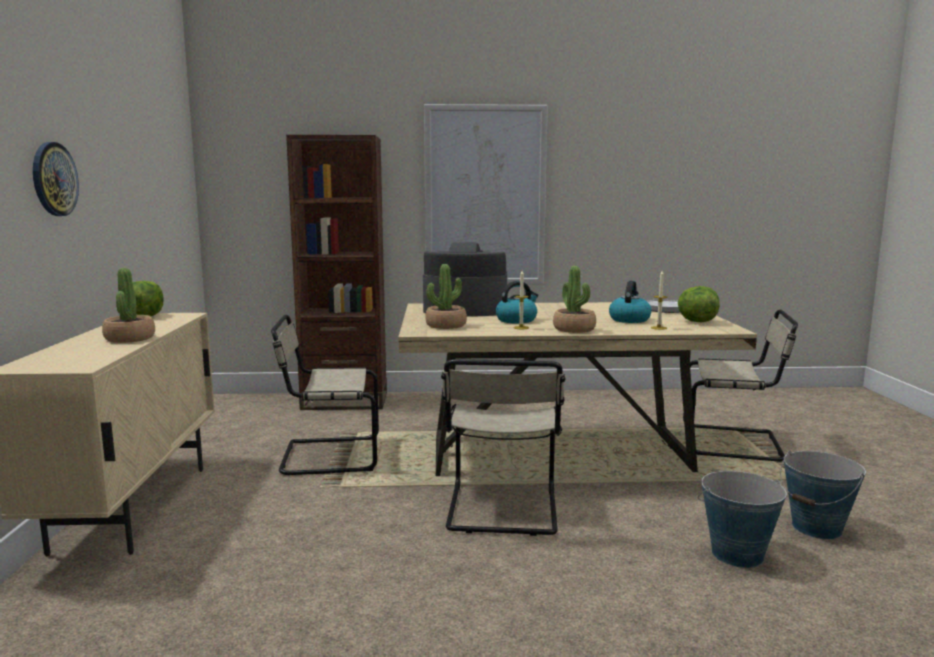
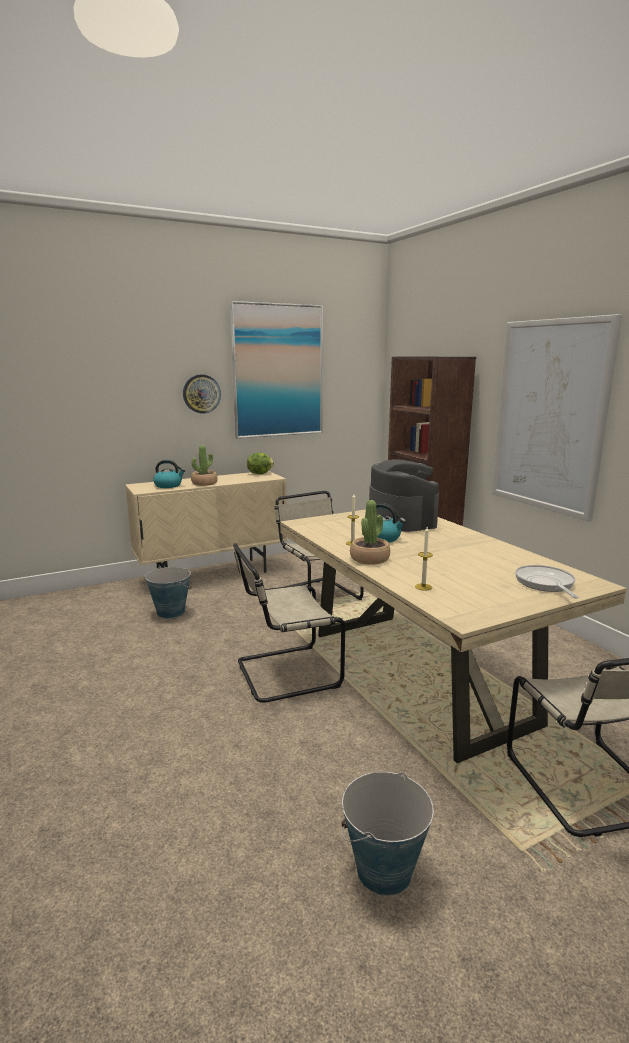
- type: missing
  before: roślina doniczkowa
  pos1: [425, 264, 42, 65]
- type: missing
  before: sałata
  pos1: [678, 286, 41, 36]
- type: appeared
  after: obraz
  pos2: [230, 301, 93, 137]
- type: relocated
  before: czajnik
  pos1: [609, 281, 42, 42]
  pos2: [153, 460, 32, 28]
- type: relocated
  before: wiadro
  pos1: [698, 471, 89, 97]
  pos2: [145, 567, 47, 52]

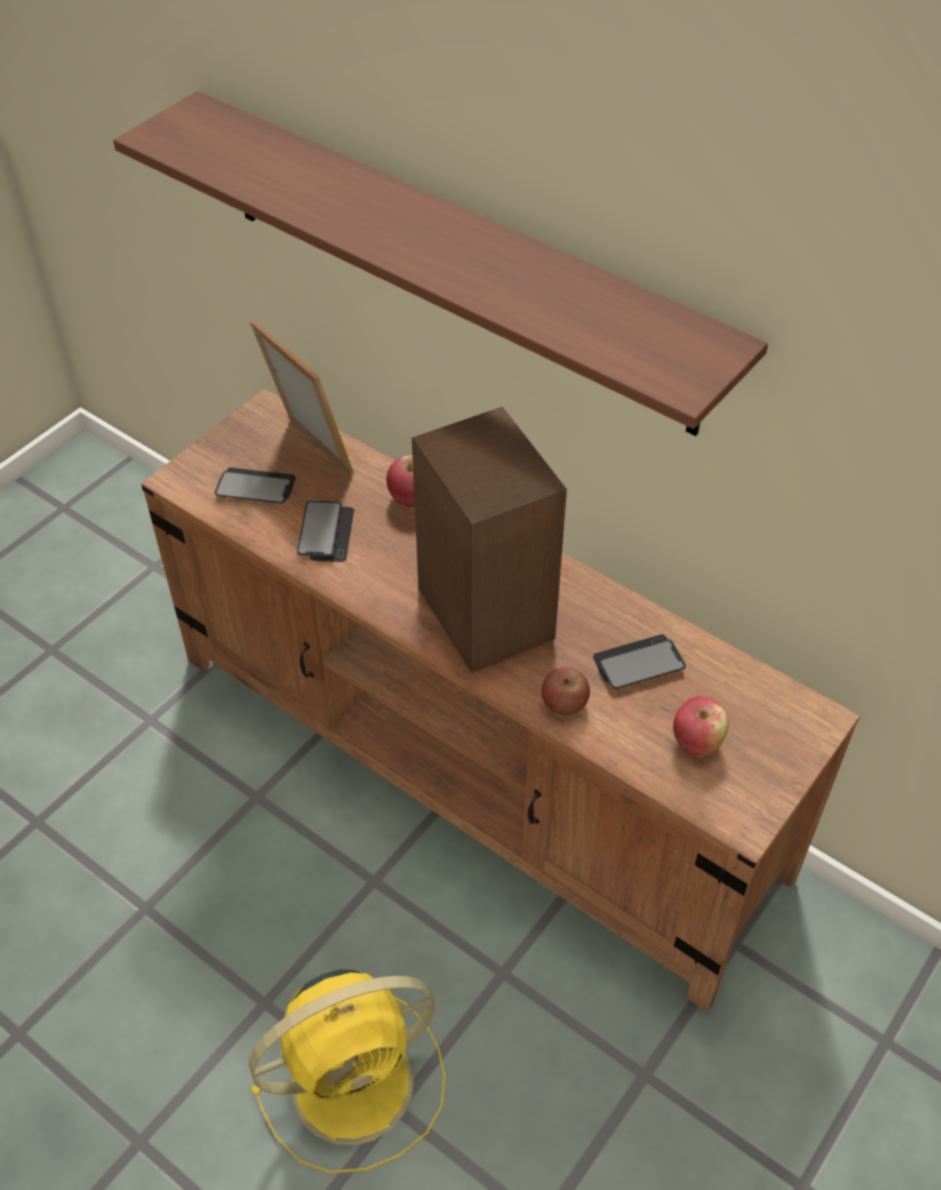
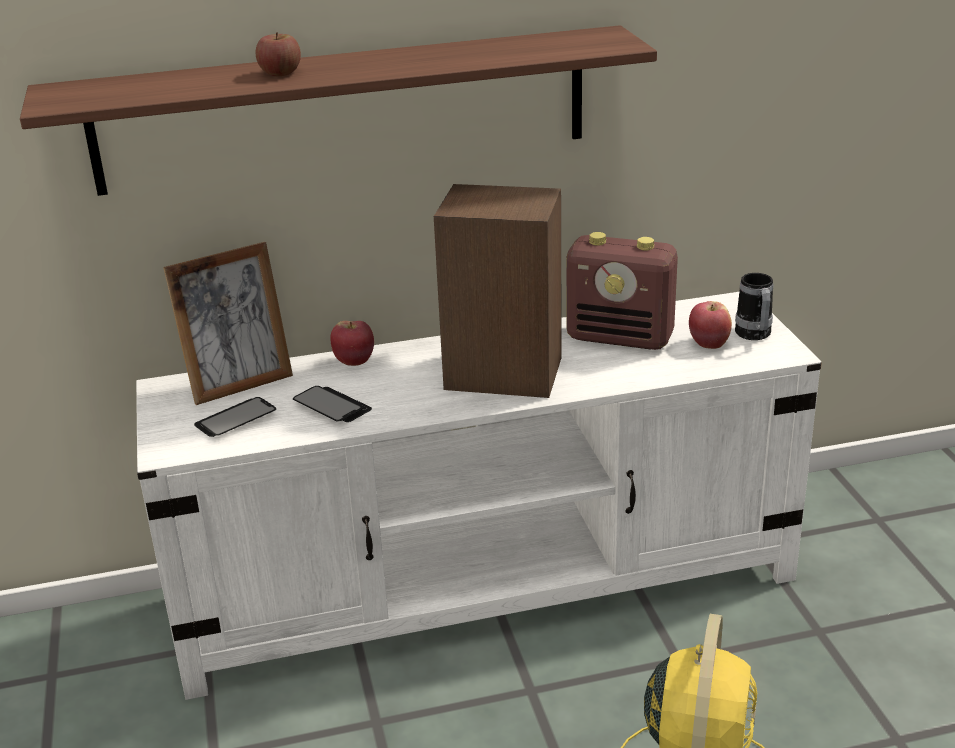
- type: appeared
  after: kubek
  pos2: [735, 273, 38, 67]
- type: relocated
  before: jabłko
  pos1: [541, 667, 49, 48]
  pos2: [256, 32, 45, 44]
- type: exchanged
  before: telefon
  after: radio
  pos1: [593, 634, 93, 55]
  pos2: [566, 232, 112, 118]
- type: colour
  before: szafka pod telewizor [brązowy]
  after: szafka pod telewizor [biały]
  pos1: [141, 389, 719, 623]
  pos2: [136, 292, 686, 408]
- type: spun
  before: ramka na zdjęcie
  pos1: [250, 319, 104, 156]
  pos2: [163, 242, 130, 163]
  turn: 150

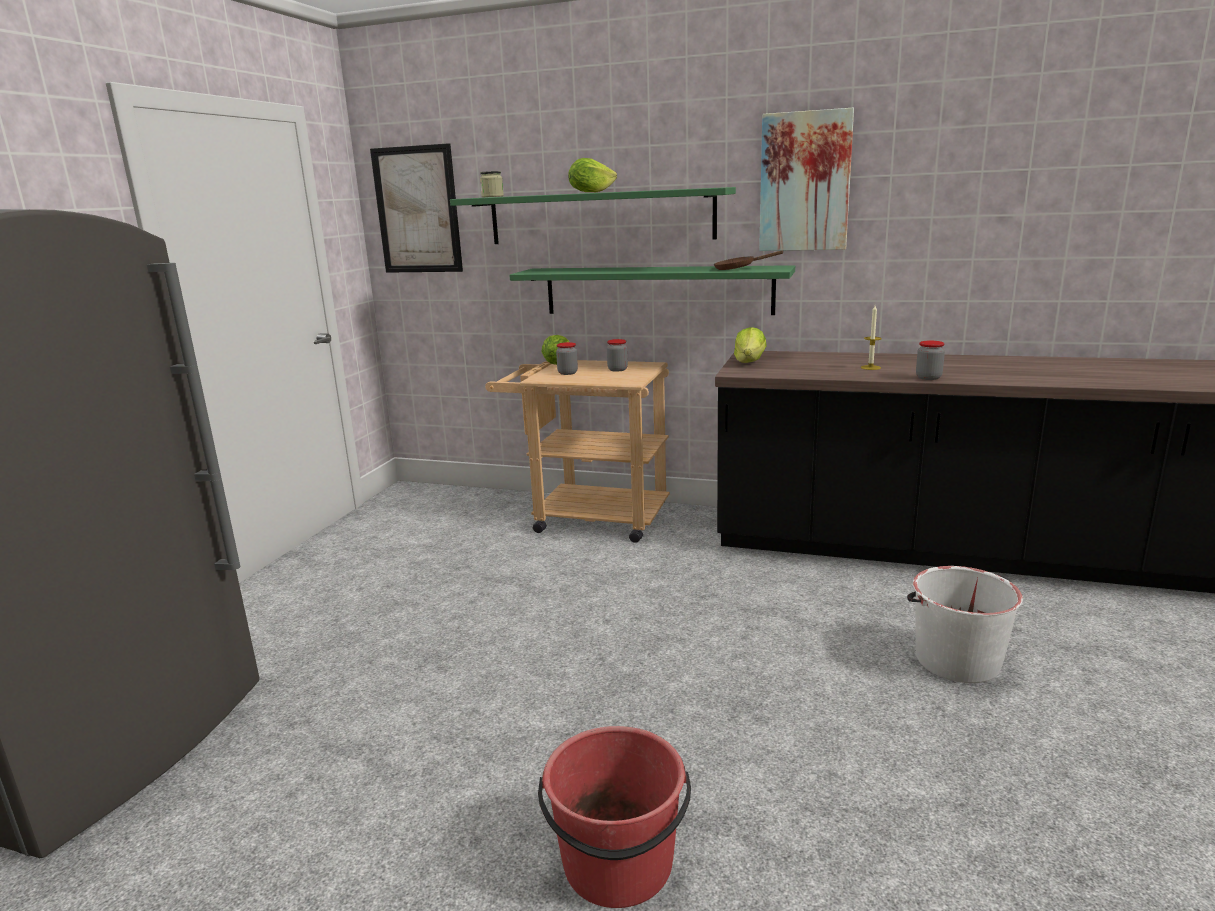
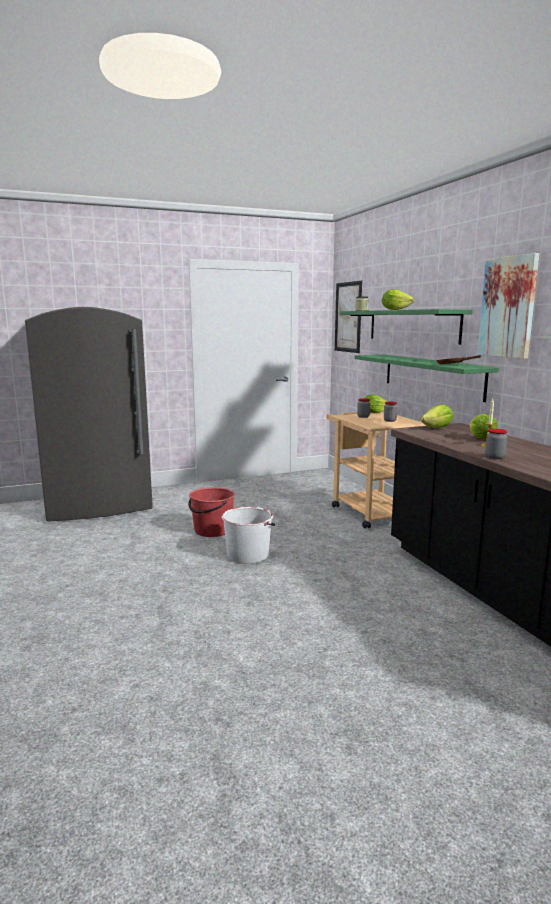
- type: appeared
  after: sałata
  pos2: [470, 414, 28, 26]
- type: relocated
  before: wiadro [czerwony]
  pos1: [538, 726, 153, 182]
  pos2: [188, 487, 47, 50]
- type: relocated
  before: wiadro [biały]
  pos1: [907, 566, 116, 117]
  pos2: [222, 507, 53, 57]

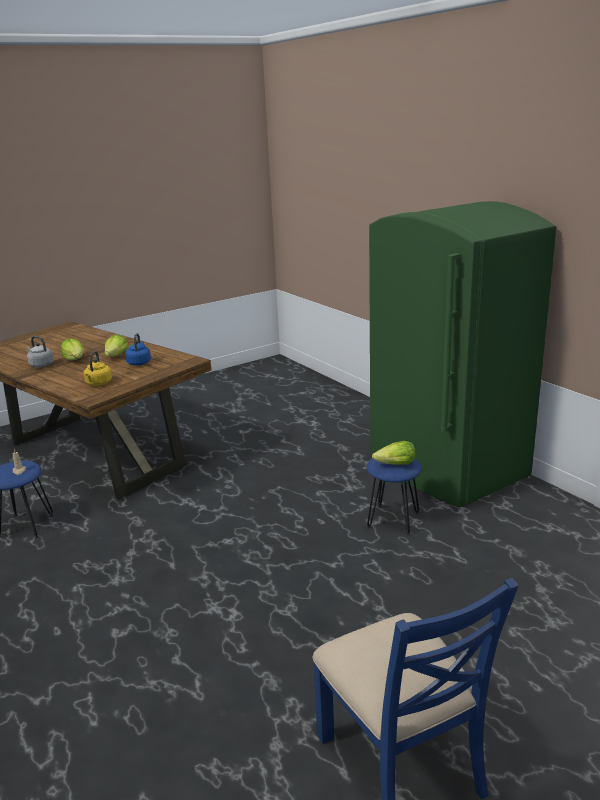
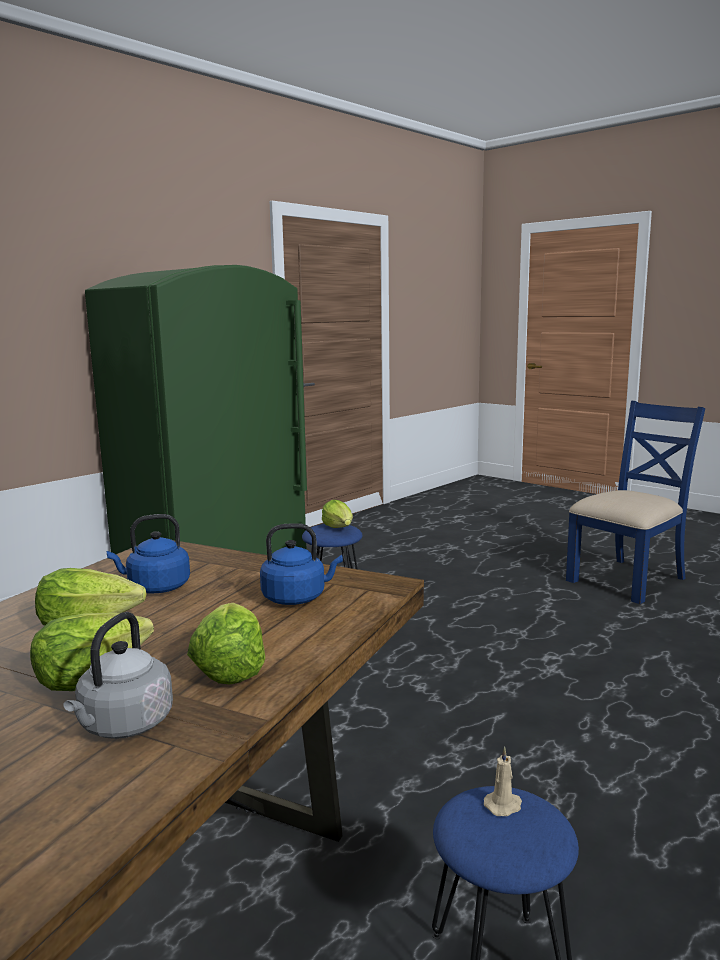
- type: appeared
  after: sałata
  pos2: [187, 603, 78, 81]
- type: colour
  before: czajnik [żółty]
  after: czajnik [niebieski]
  pos1: [84, 351, 28, 35]
  pos2: [260, 523, 83, 82]

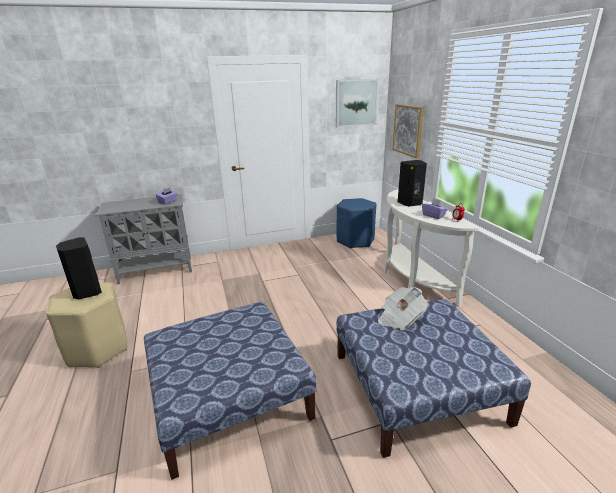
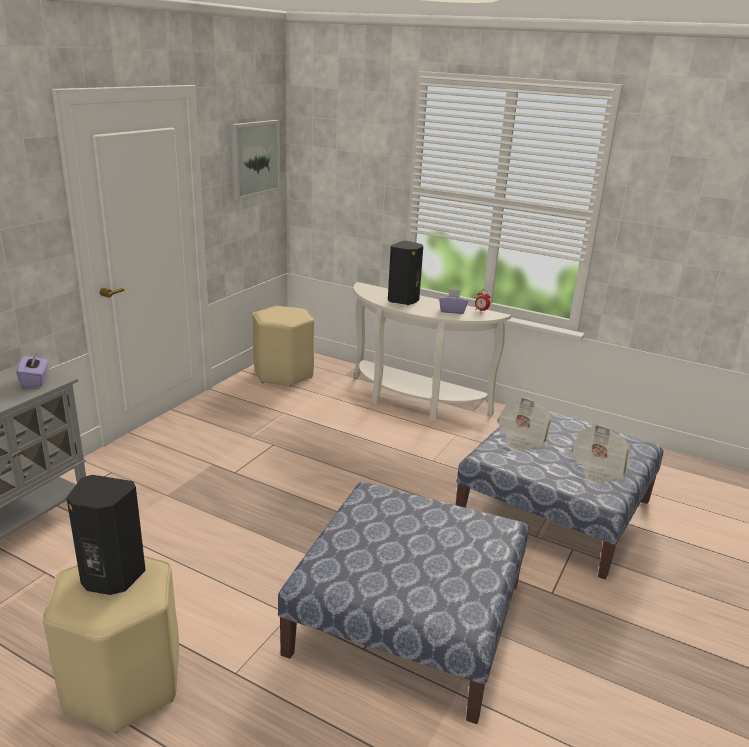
- type: missing
  before: obraz
  pos1: [393, 104, 31, 54]
- type: appeared
  after: gazeta
  pos2: [571, 424, 60, 60]
- type: colour
  before: stołek [niebieski]
  after: stołek [beżowy]
  pos1: [336, 198, 41, 51]
  pos2: [252, 306, 62, 81]

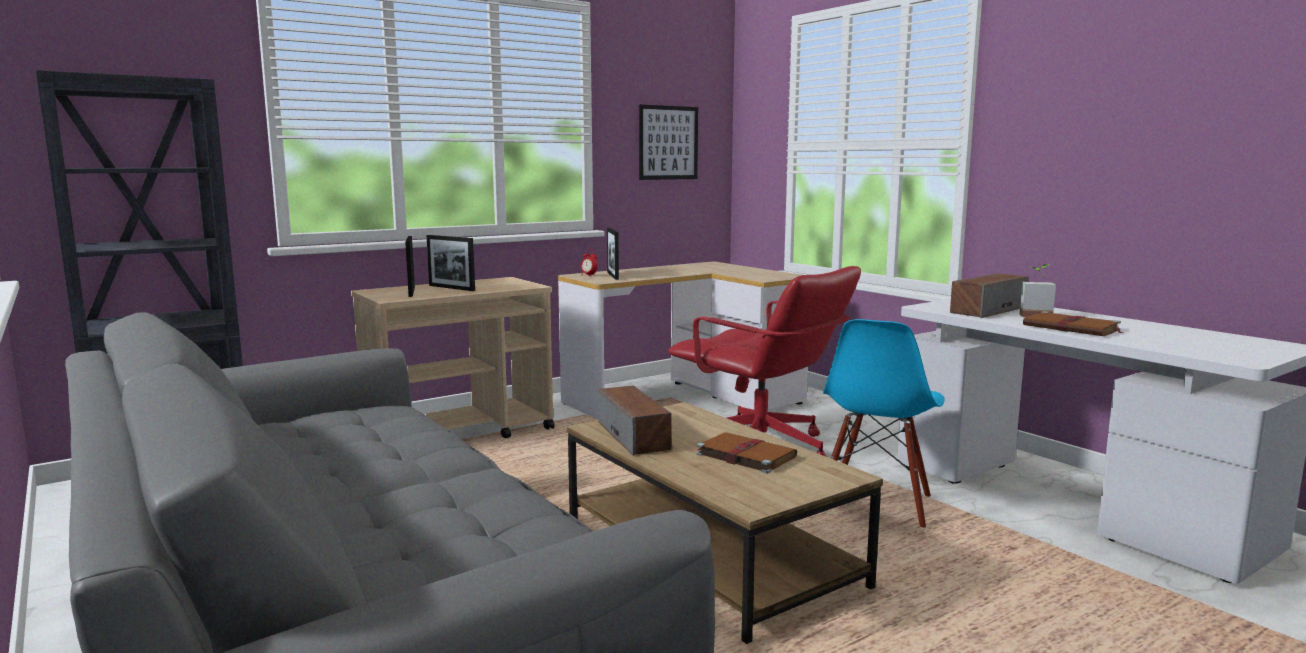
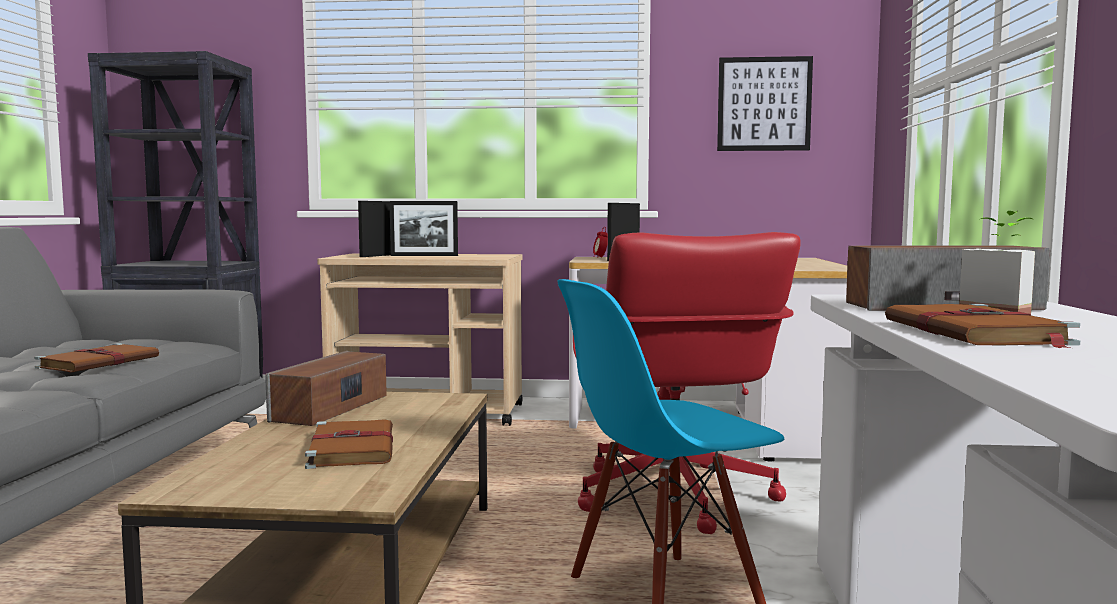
- type: appeared
  after: książka [brązowy]
  pos2: [34, 343, 125, 30]
- type: spun
  before: ramka na zdjęcie
  pos1: [427, 235, 48, 56]
  pos2: [389, 201, 69, 55]
  turn: -75

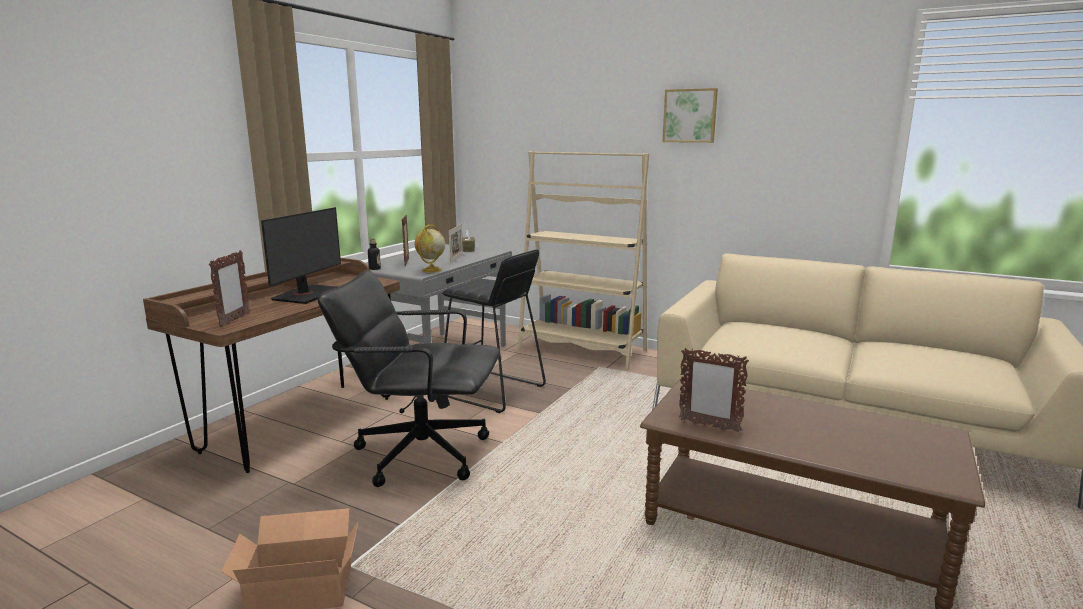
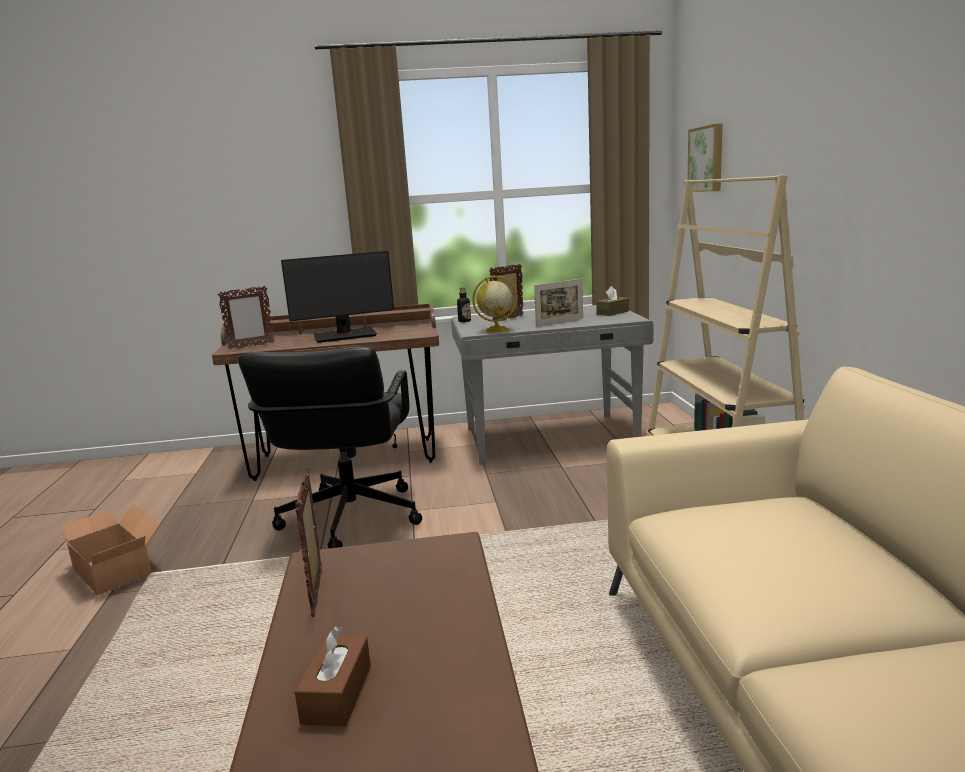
- type: missing
  before: stołek [czarny]
  pos1: [442, 249, 104, 164]
- type: appeared
  after: pudełko chusteczek [brązowy]
  pos2: [295, 626, 76, 100]
- type: relocated
  before: obraz
  pos1: [663, 88, 55, 55]
  pos2: [687, 123, 36, 69]
- type: spun
  before: krzesło biurowe [czarny]
  pos1: [317, 270, 183, 217]
  pos2: [238, 347, 184, 201]
  turn: -150

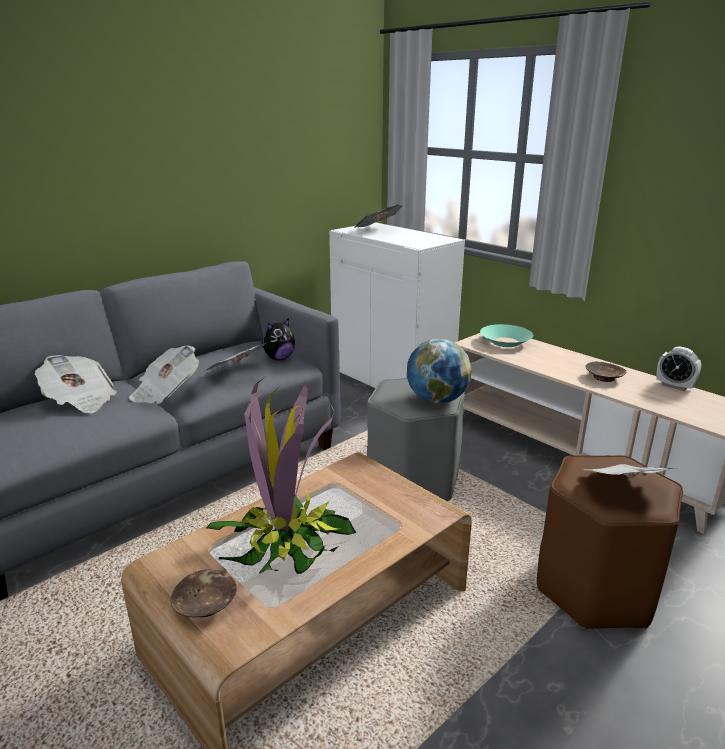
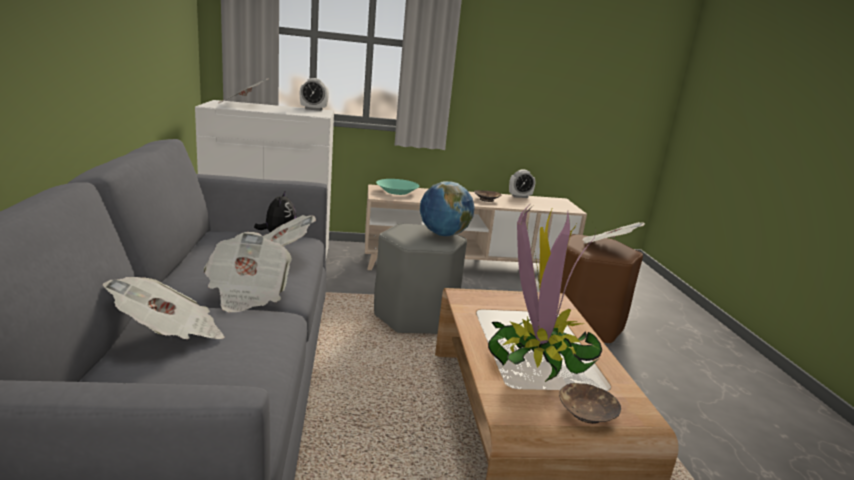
- type: appeared
  after: budzik
  pos2: [300, 78, 29, 33]

